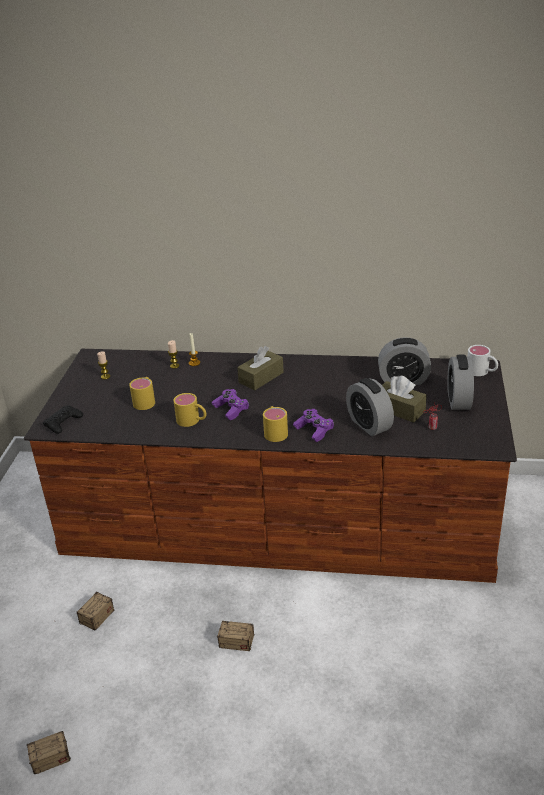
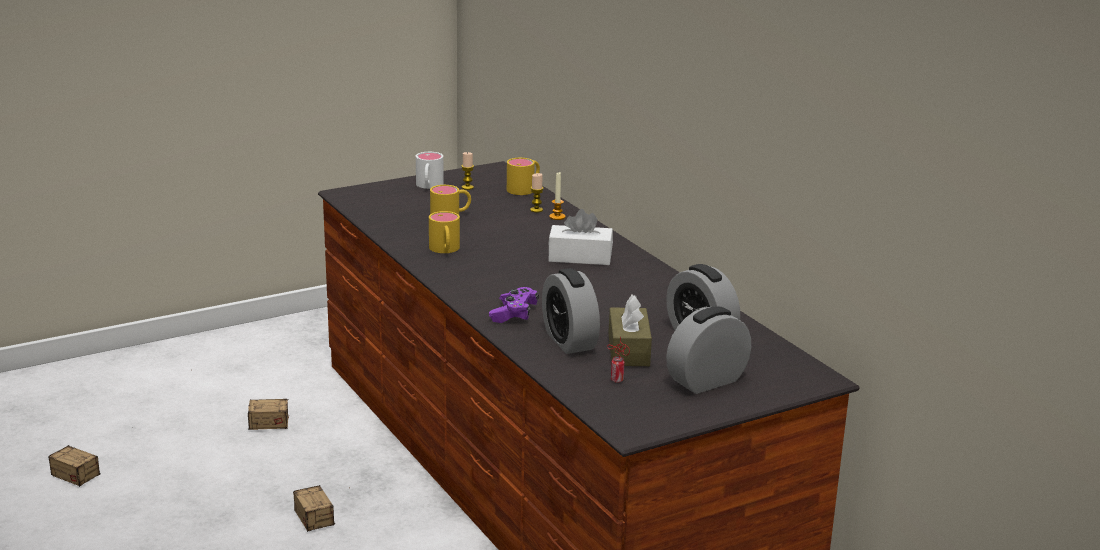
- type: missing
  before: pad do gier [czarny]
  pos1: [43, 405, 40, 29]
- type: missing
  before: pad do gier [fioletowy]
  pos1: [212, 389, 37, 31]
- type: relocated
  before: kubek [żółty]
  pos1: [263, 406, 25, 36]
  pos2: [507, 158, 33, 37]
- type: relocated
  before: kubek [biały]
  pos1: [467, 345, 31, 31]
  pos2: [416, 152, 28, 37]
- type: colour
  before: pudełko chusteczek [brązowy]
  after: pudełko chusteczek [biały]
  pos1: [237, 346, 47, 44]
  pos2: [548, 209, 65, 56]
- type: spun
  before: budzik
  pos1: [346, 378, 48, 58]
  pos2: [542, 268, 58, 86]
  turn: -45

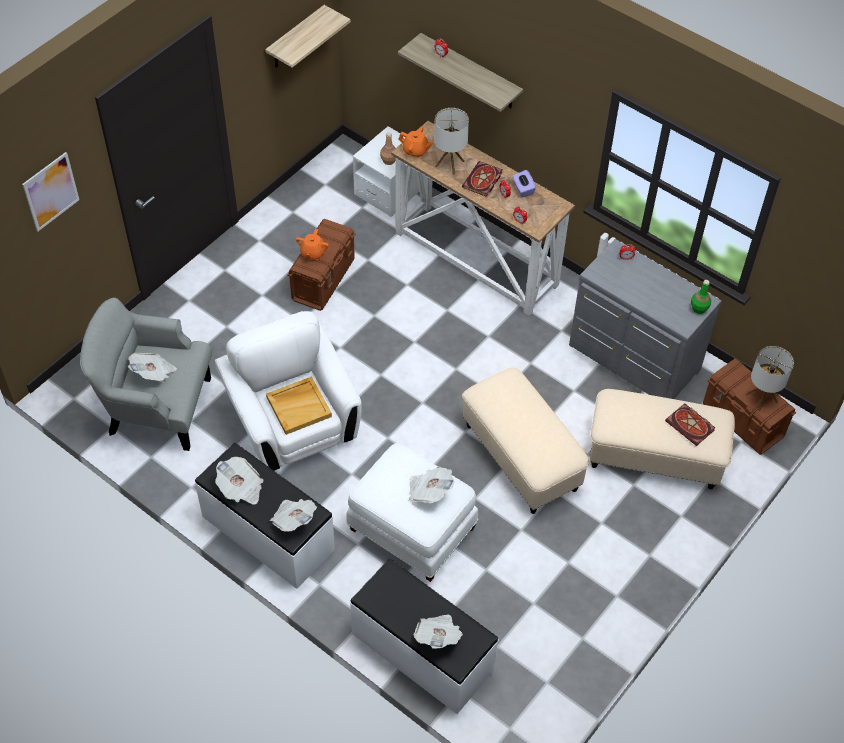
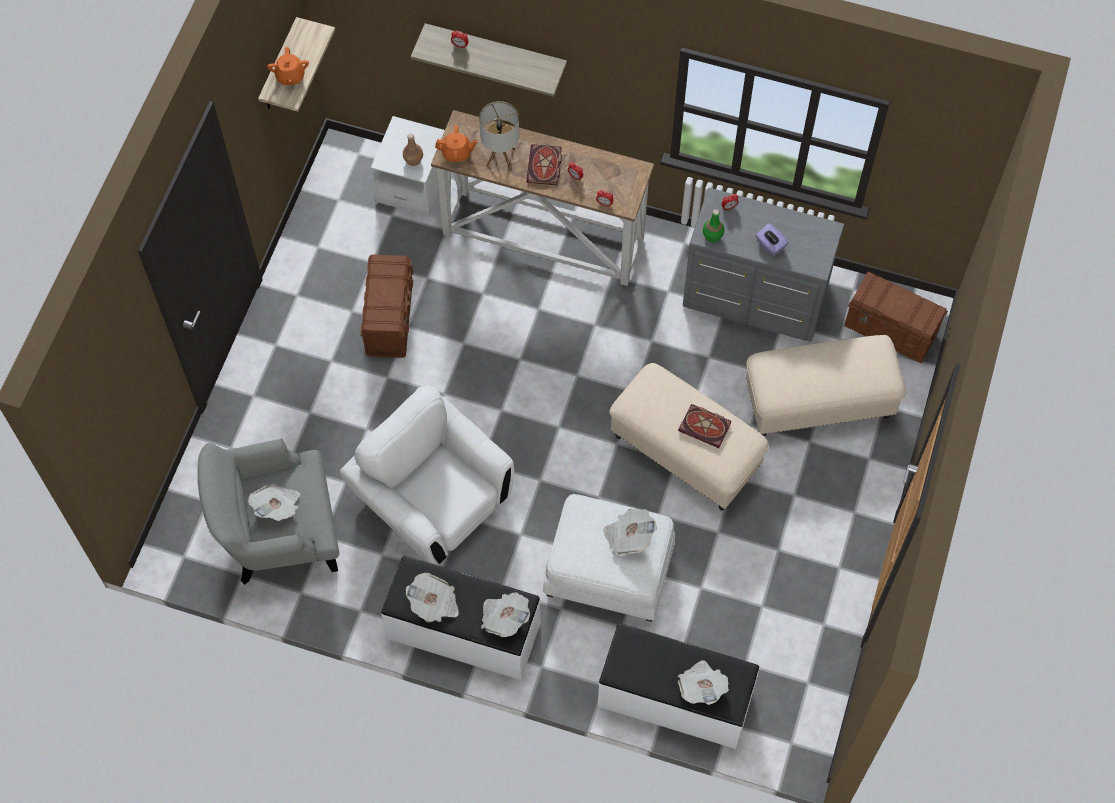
- type: missing
  before: obraz
  pos1: [22, 152, 57, 79]
- type: missing
  before: taca [beżowy]
  pos1: [266, 376, 66, 59]
- type: missing
  before: lampa stołowa
  pos1: [746, 346, 48, 65]
- type: relocated
  before: imbryk [pomarańczowy]
  pos1: [296, 229, 33, 31]
  pos2: [267, 47, 42, 38]
- type: relocated
  before: pudełko chusteczek [fioletowy]
  pos1: [513, 170, 23, 27]
  pos2: [756, 223, 32, 33]
- type: relocated
  before: książka
  pos1: [665, 403, 50, 43]
  pos2: [678, 404, 54, 44]
- type: relocated
  before: butelka [zielony]
  pos1: [691, 280, 20, 34]
  pos2: [703, 210, 21, 33]

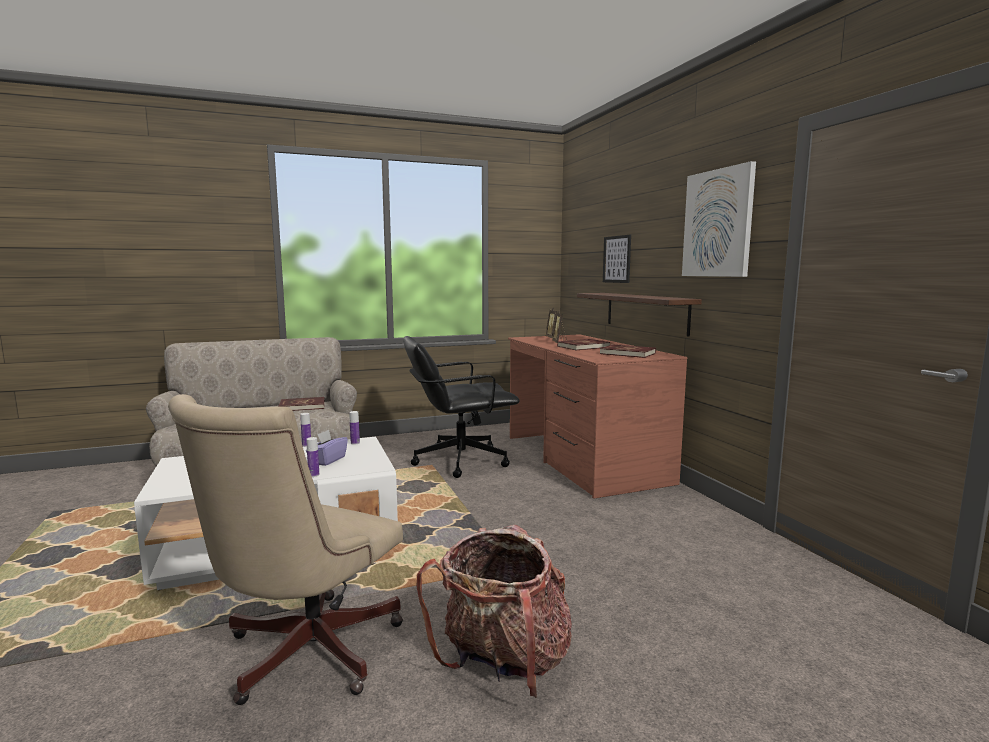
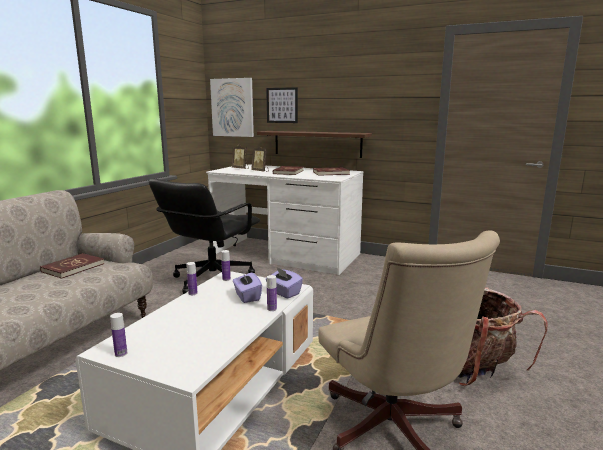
- type: appeared
  after: butelka
  pos2: [110, 313, 17, 44]
- type: appeared
  after: pudełko chusteczek [fioletowy]
  pos2: [266, 268, 37, 31]
- type: relocated
  before: obraz
  pos1: [682, 161, 74, 116]
  pos2: [210, 78, 44, 59]
- type: colour
  before: biurko [brązowy]
  after: biurko [biały]
  pos1: [508, 334, 179, 165]
  pos2: [206, 164, 157, 111]

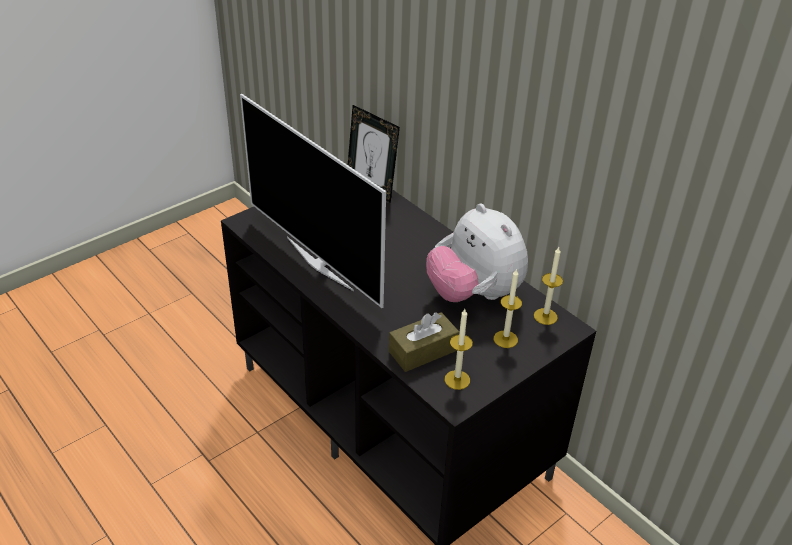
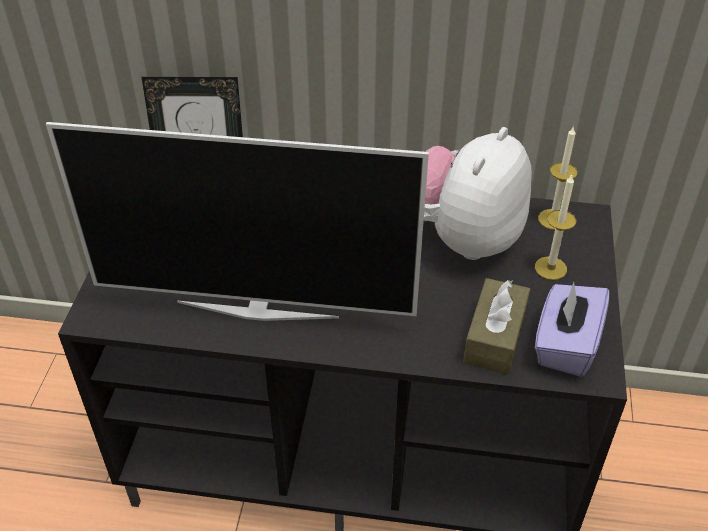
- type: exchanged
  before: świeca
  after: pudełko chusteczek [fioletowy]
  pos1: [445, 309, 28, 81]
  pos2: [535, 282, 74, 94]
- type: spun
  before: pluszak
  pos1: [426, 203, 102, 99]
  pos2: [424, 127, 108, 133]
  turn: 105

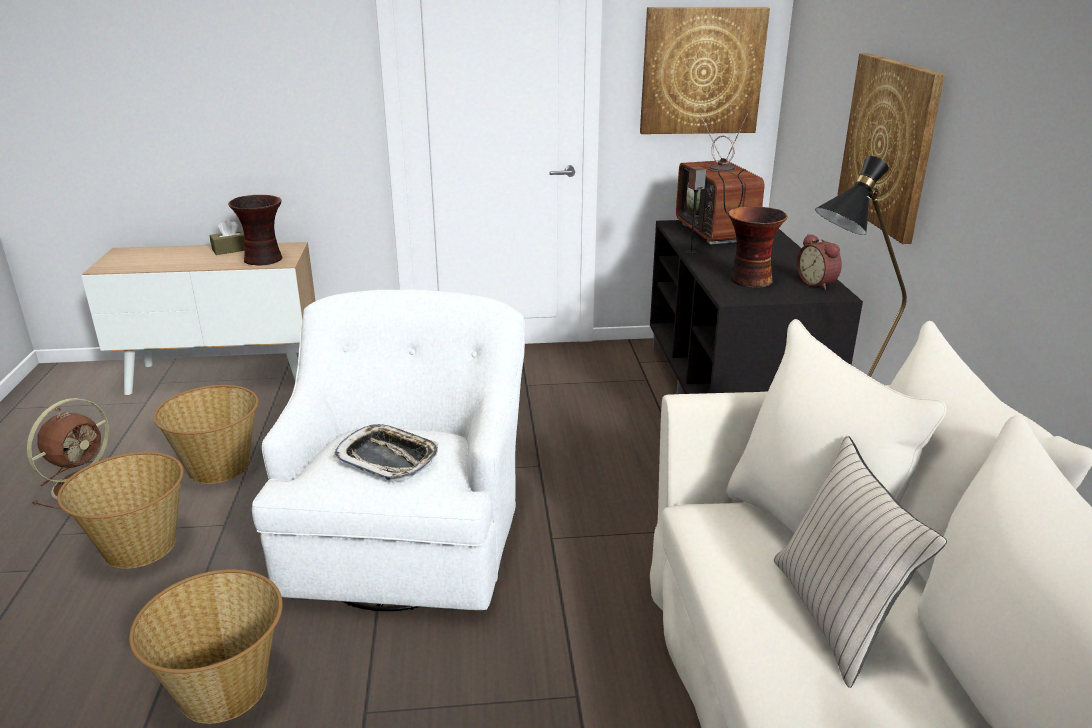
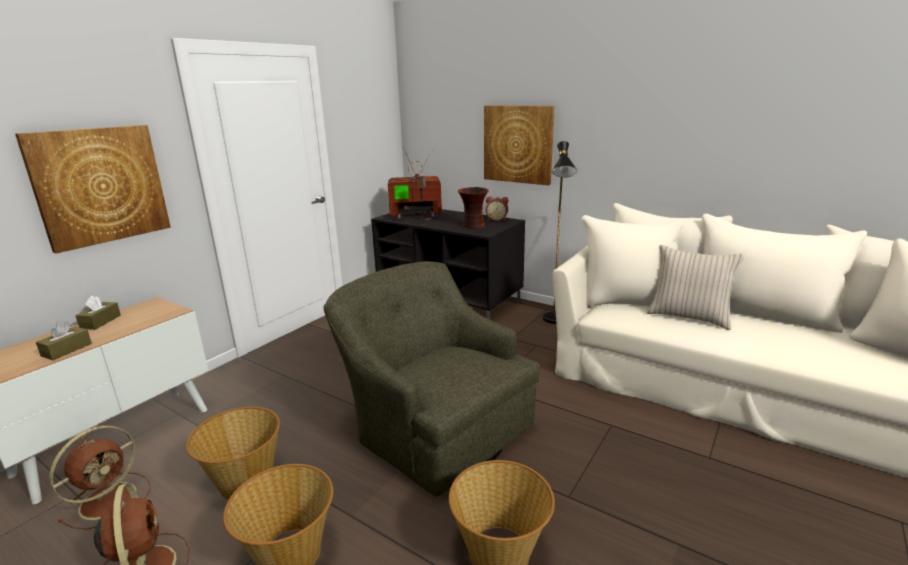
- type: missing
  before: wazon
  pos1: [228, 195, 55, 71]
- type: missing
  before: taca
  pos1: [333, 424, 105, 57]
- type: appeared
  after: pudełko chusteczek [brązowy]
  pos2: [36, 321, 56, 39]
- type: appeared
  after: wentylator [brązowy]
  pos2: [49, 426, 102, 104]
- type: relocated
  before: obraz
  pos1: [640, 7, 130, 127]
  pos2: [15, 125, 156, 128]
- type: colour
  before: fotel [biały]
  after: fotel [zielony]
  pos1: [252, 290, 273, 321]
  pos2: [323, 261, 216, 236]
- type: spun
  before: telewizor
  pos1: [676, 113, 89, 131]
  pos2: [380, 149, 62, 71]
  turn: 150

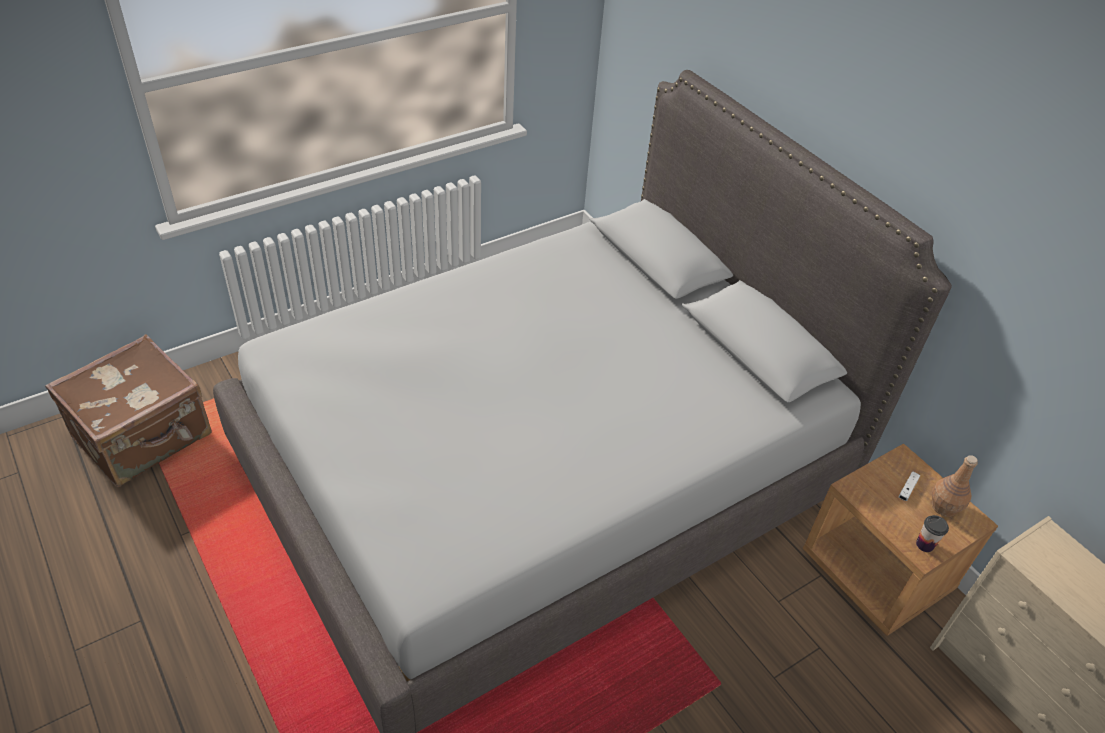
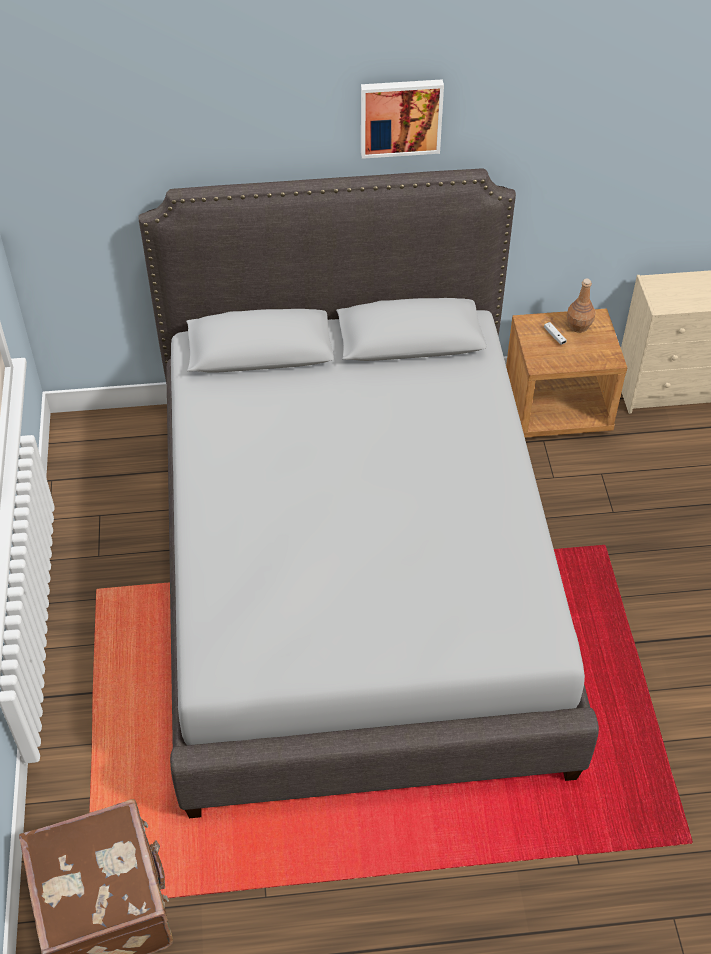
- type: missing
  before: filiżanka
  pos1: [916, 515, 33, 37]
- type: appeared
  after: obraz
  pos2: [361, 79, 83, 80]

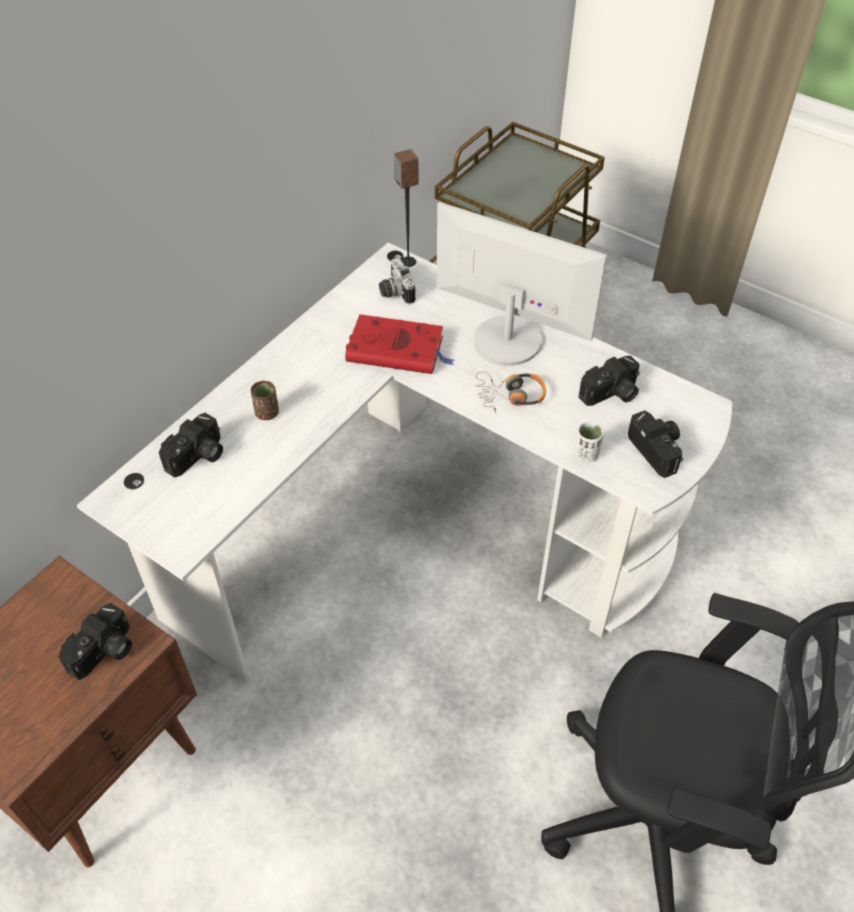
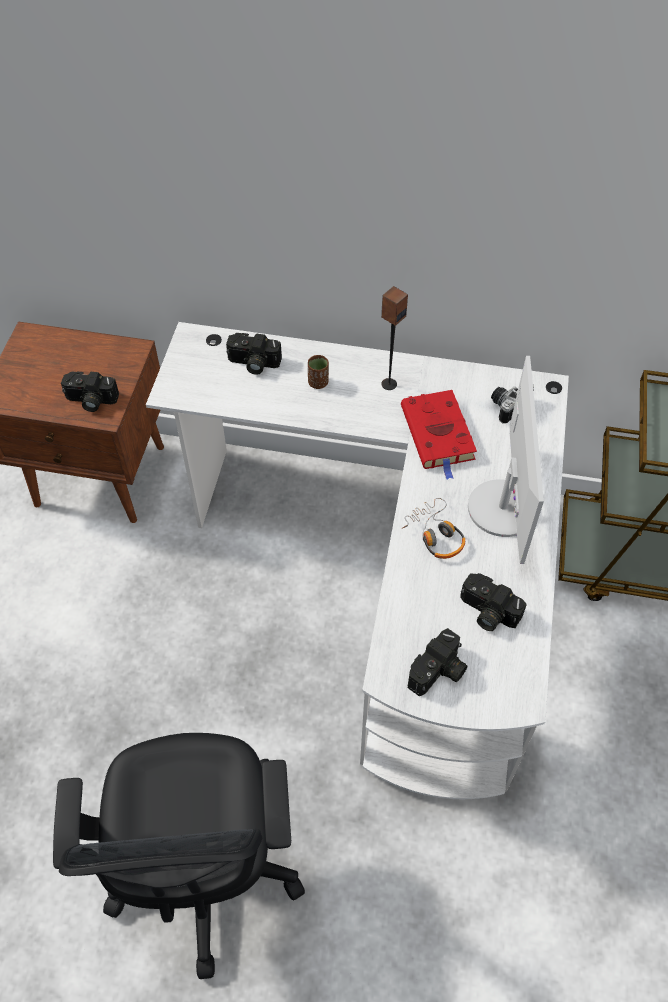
- type: missing
  before: filiżanka [biały]
  pos1: [575, 421, 29, 41]
- type: relocated
  before: głośnik
  pos1: [394, 149, 25, 118]
  pos2: [381, 286, 27, 104]

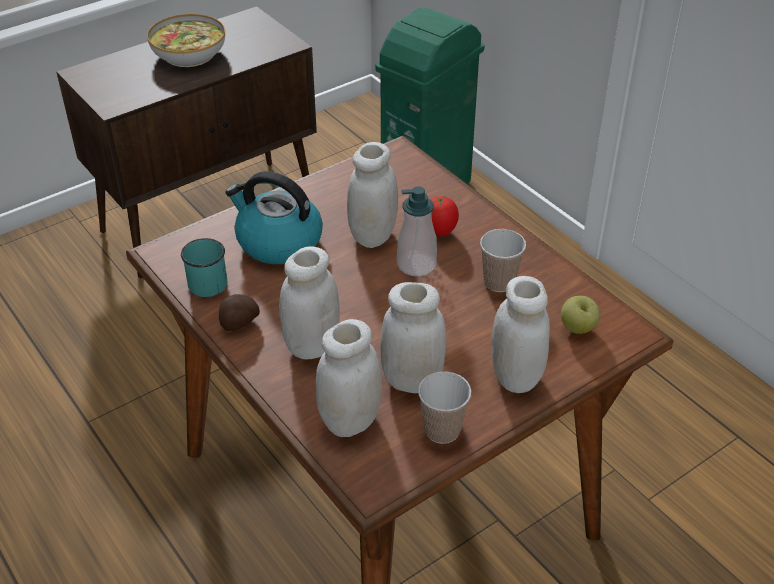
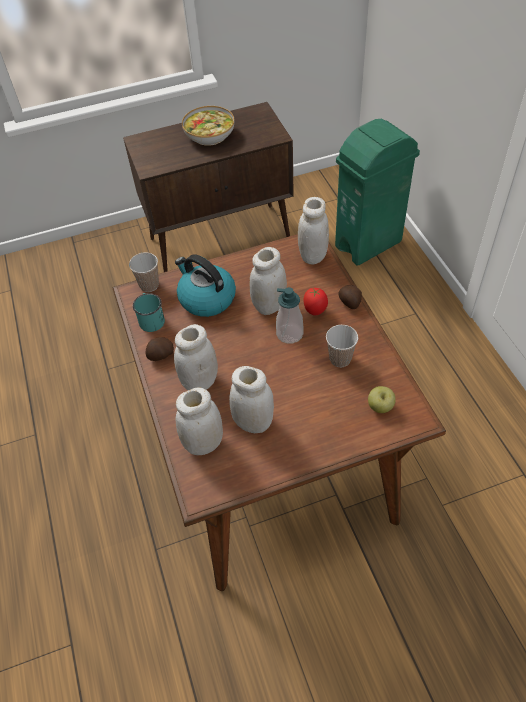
- type: appeared
  after: ziemniak
  pos2: [338, 285, 24, 24]
- type: relocated
  before: filiżanka
  pos1: [418, 371, 53, 73]
  pos2: [129, 252, 30, 40]
- type: relocated
  before: słoik [biały]
  pos1: [491, 276, 59, 117]
  pos2: [298, 197, 31, 67]

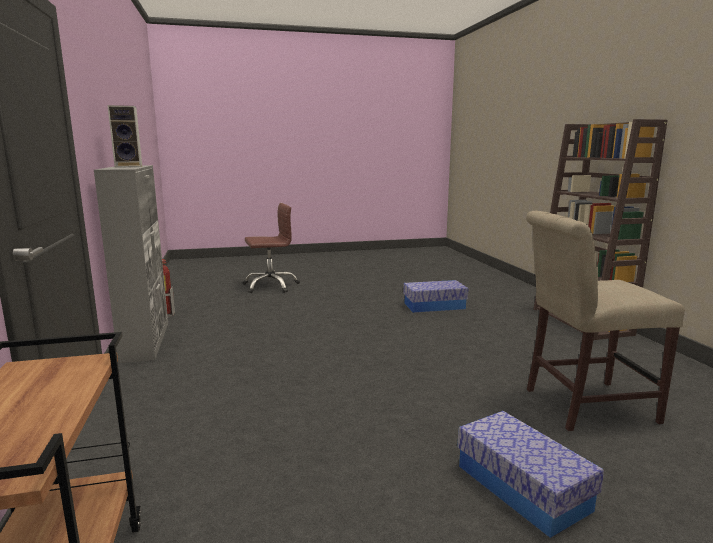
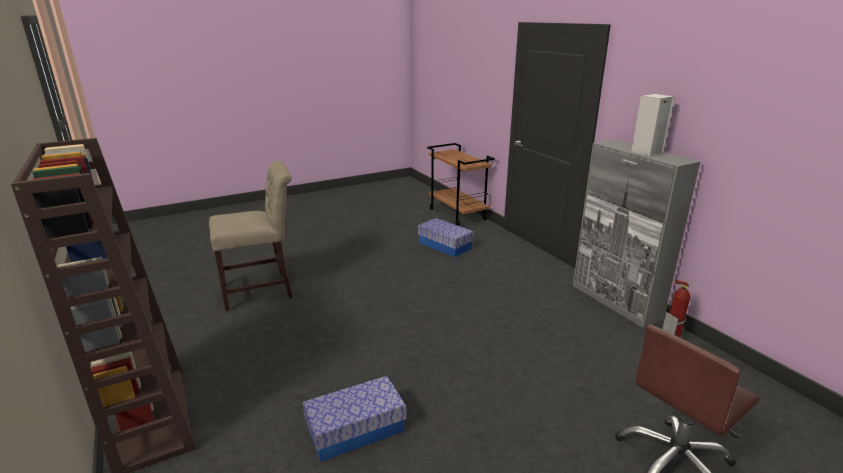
- type: relocated
  before: pojemnik do przechowywania
  pos1: [457, 411, 147, 127]
  pos2: [418, 218, 56, 39]

